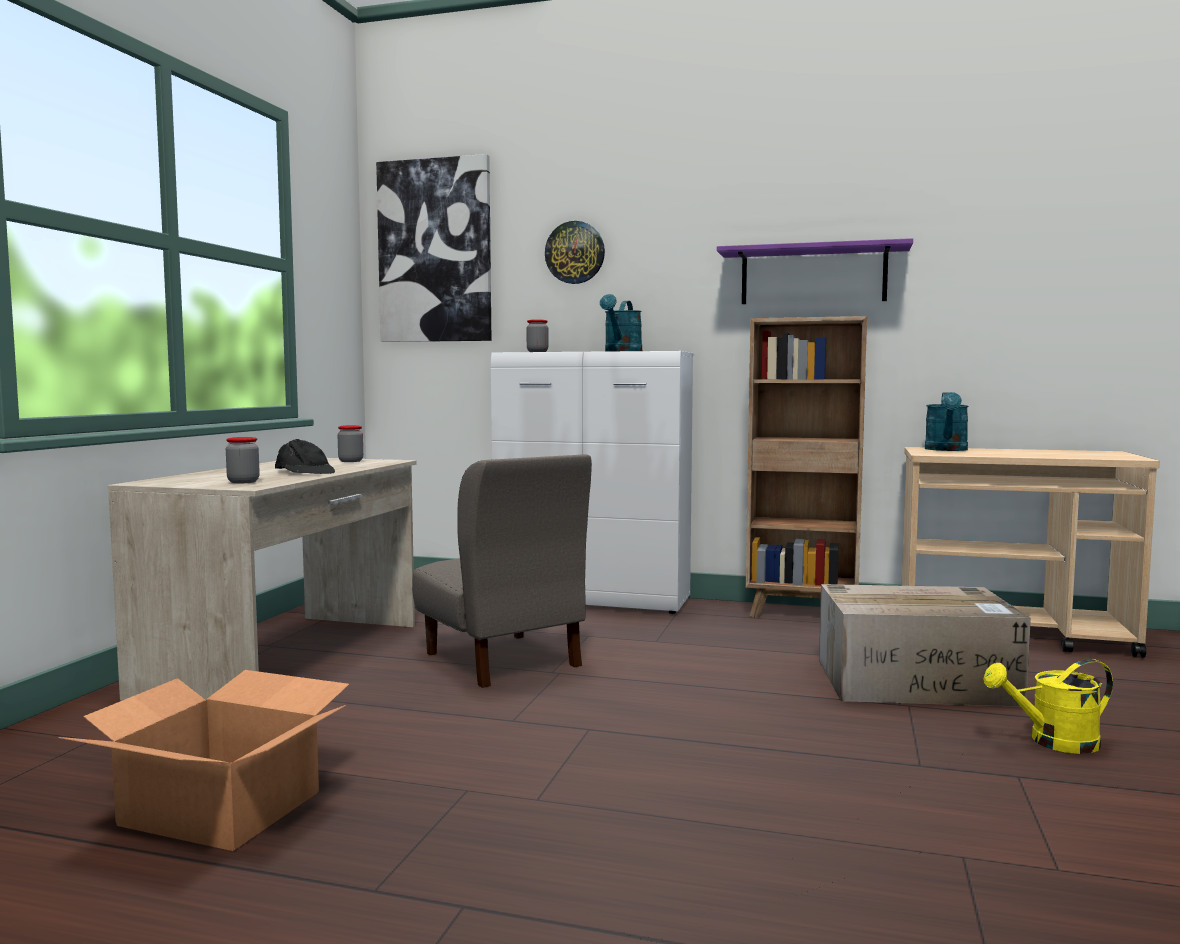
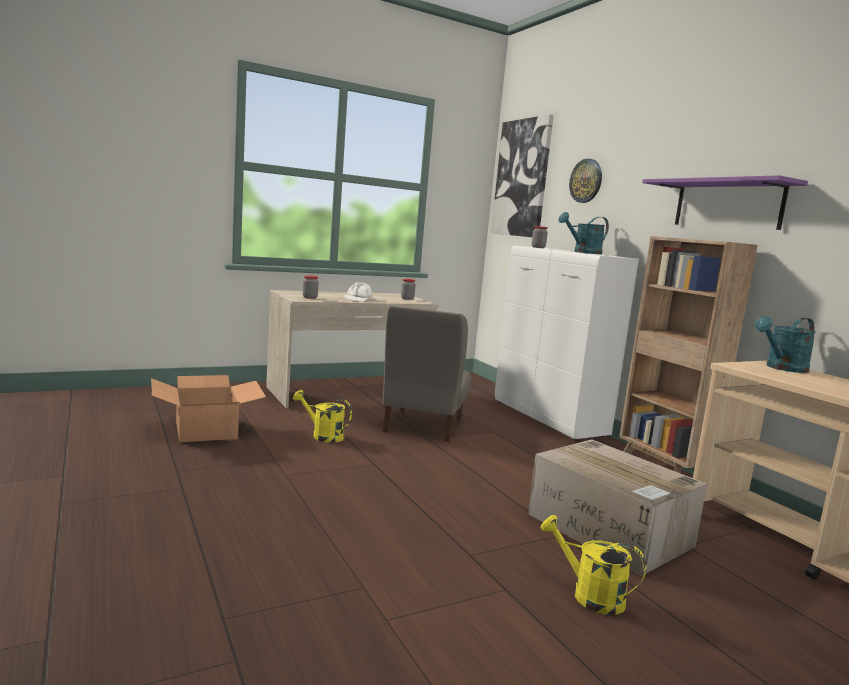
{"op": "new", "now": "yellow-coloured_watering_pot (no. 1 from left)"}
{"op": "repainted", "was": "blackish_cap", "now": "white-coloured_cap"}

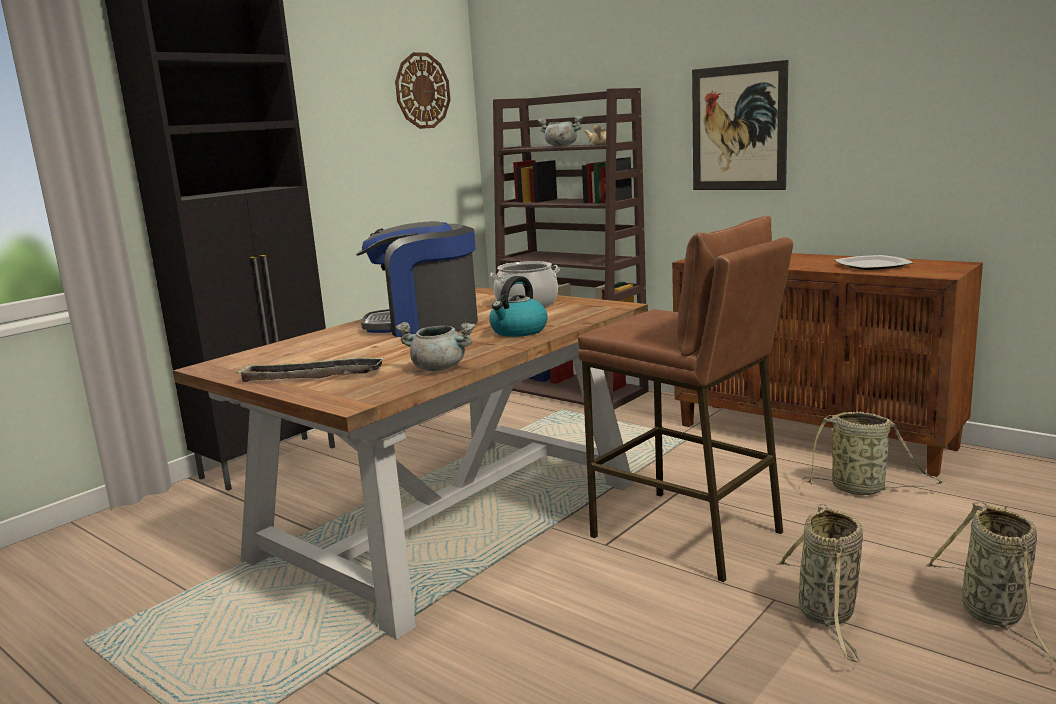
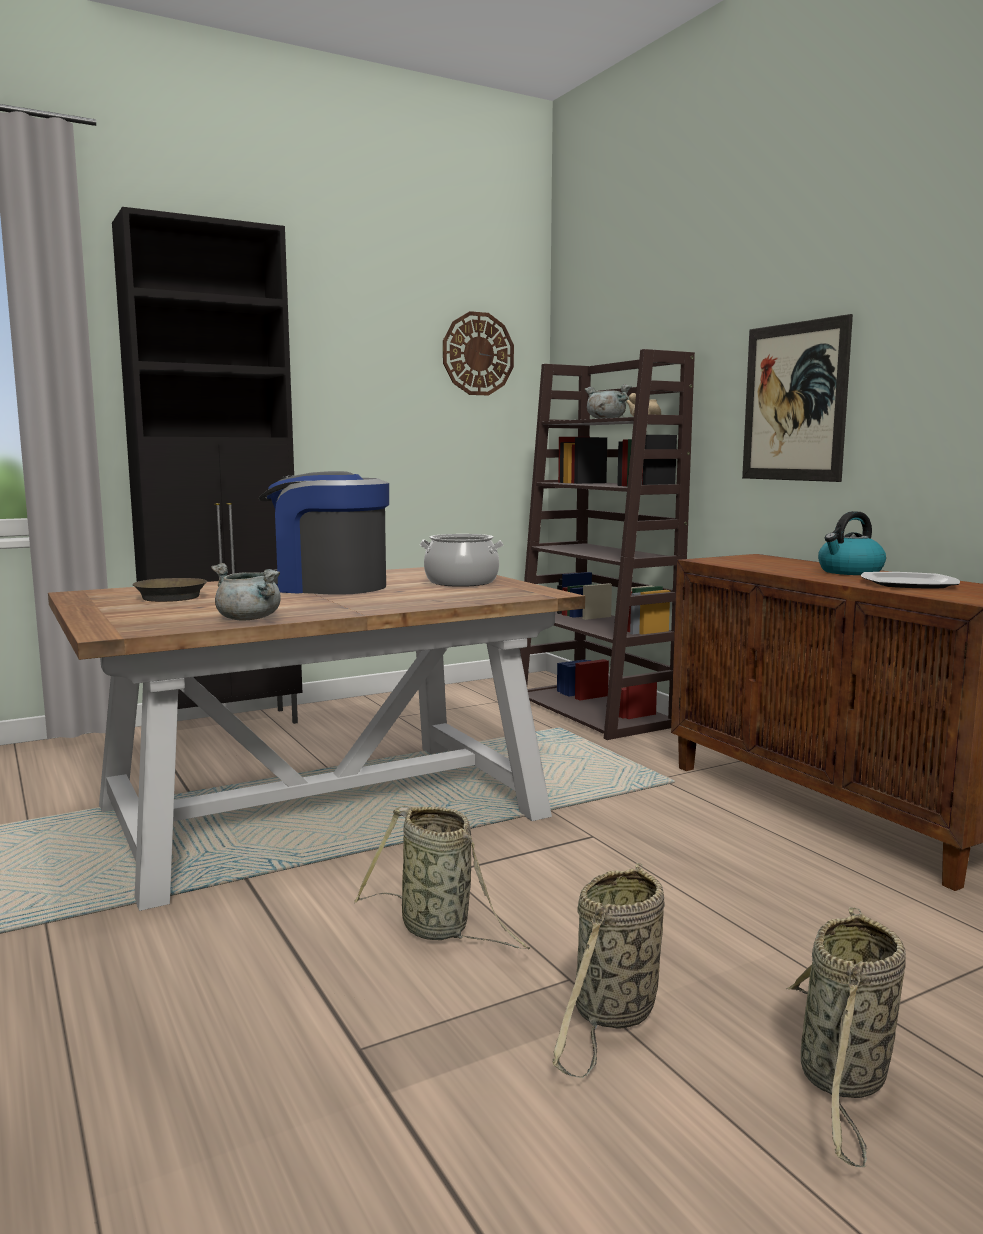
{"op": "gone", "was": "tray"}
{"op": "gone", "was": "brownish_stool_seat"}
{"op": "new", "now": "brownish_pan"}
{"op": "shifted", "was": "tea_kettle"}
{"op": "shifted", "was": "household_basket (no. 2 from left in the first image)", "now": "household_basket (no. 1 from left)"}

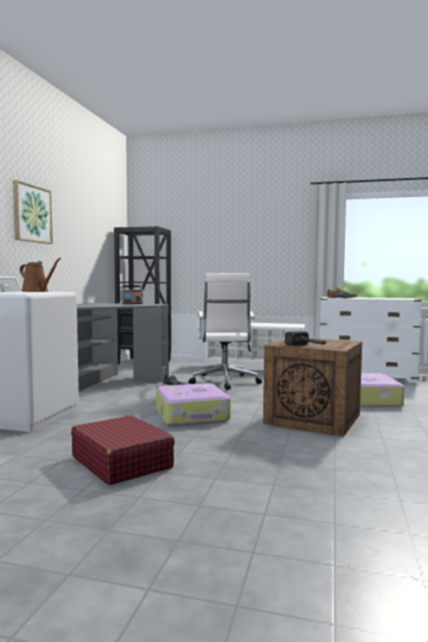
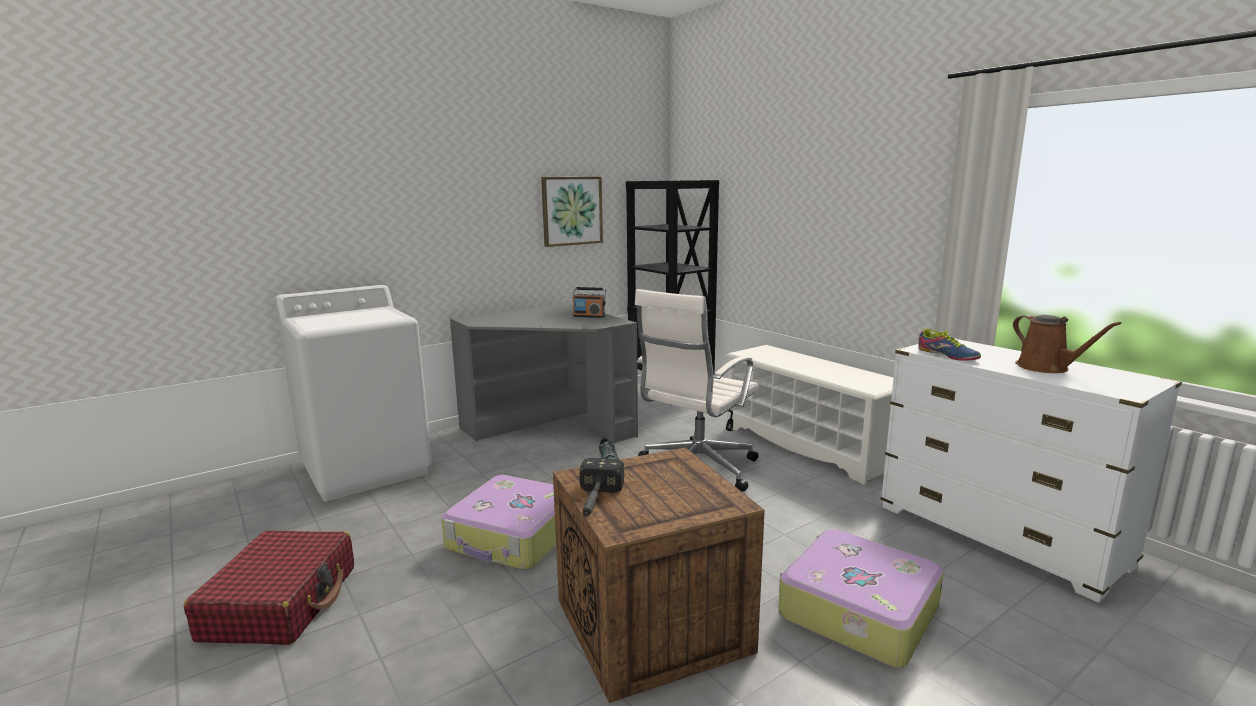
{"op": "shifted", "was": "wall_art"}
{"op": "shifted", "was": "brownish_watering_pot"}

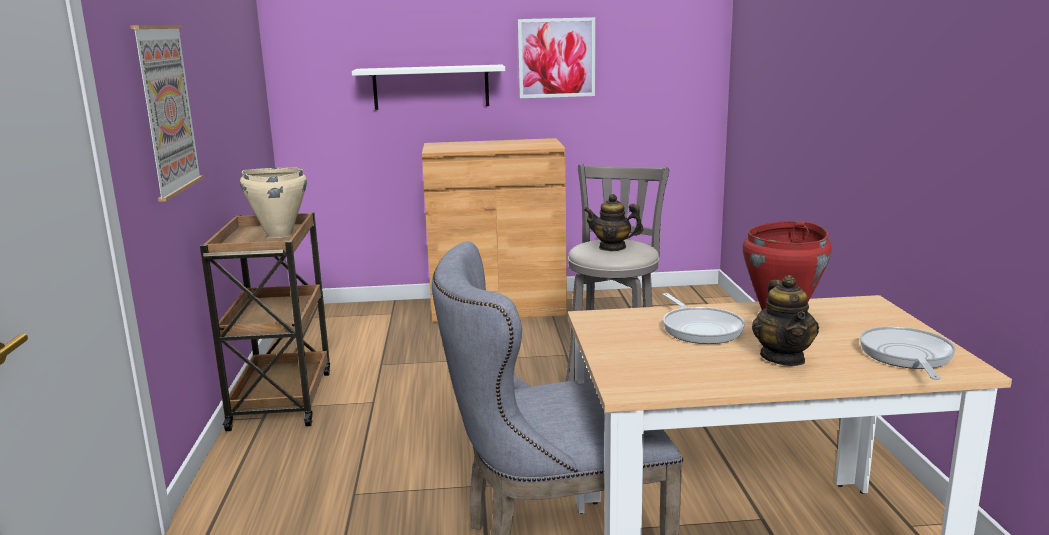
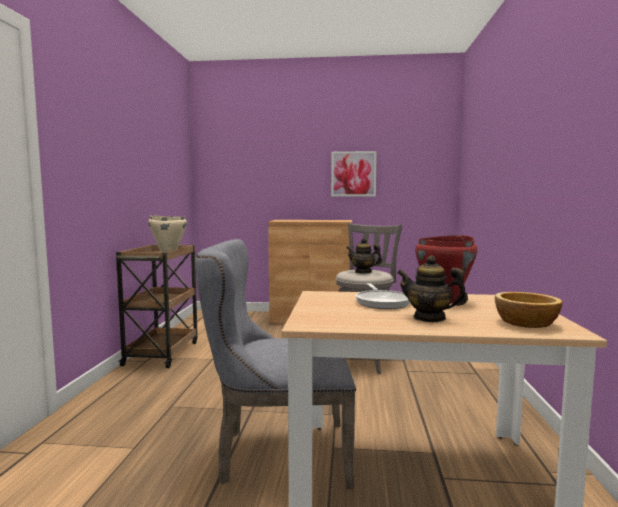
{"op": "gone", "was": "wall_art (no. 1 from left)"}
{"op": "gone", "was": "white-coloured_bracket_shelf"}
{"op": "swapped", "was": "pan (no. 2 from left)", "now": "serving_bowl"}
{"op": "rotated", "was": "tea_pot (no. 2 from left)", "clockwise": 105}

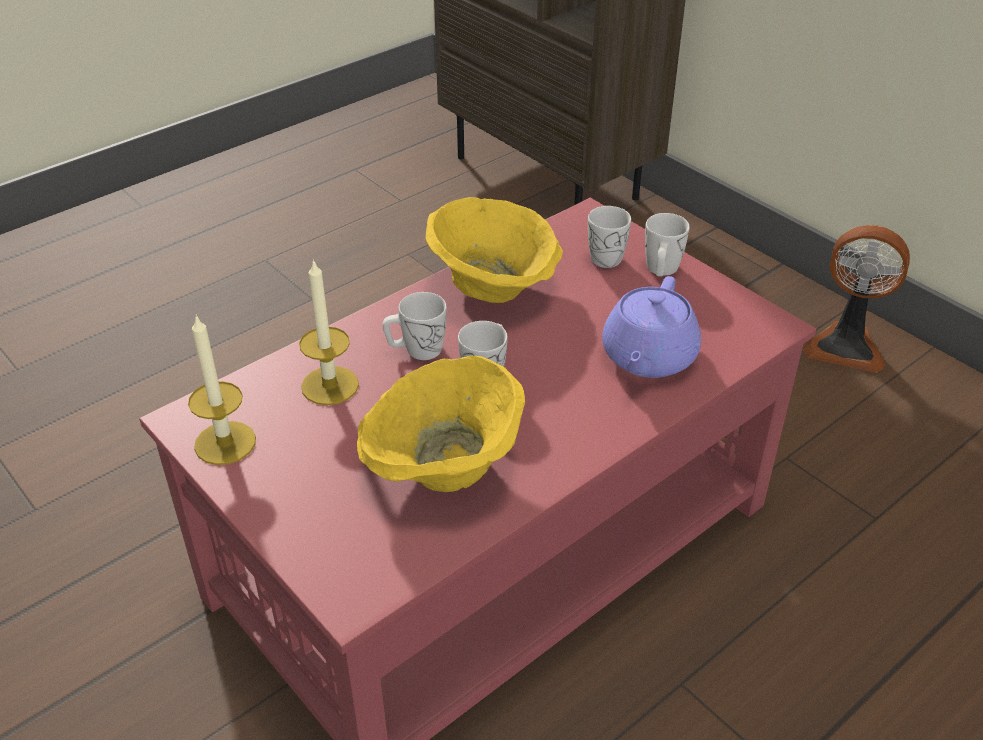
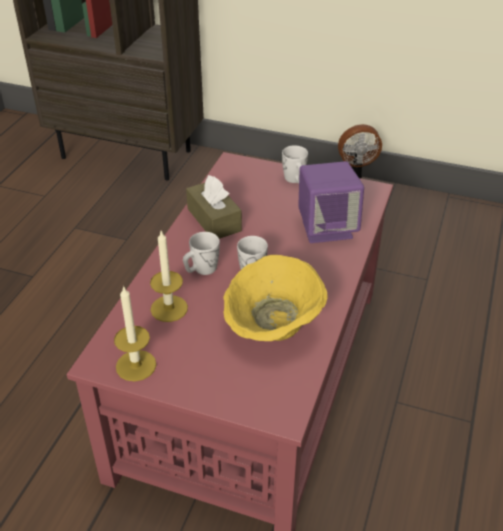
{"op": "gone", "was": "white-coloured_mug (no. 3 from left)"}
{"op": "swapped", "was": "yellow-coloured_serving_bowl (no. 2 from left)", "now": "brownish_tissue_box"}
{"op": "swapped", "was": "purple_tea_pot", "now": "purple_speaker"}

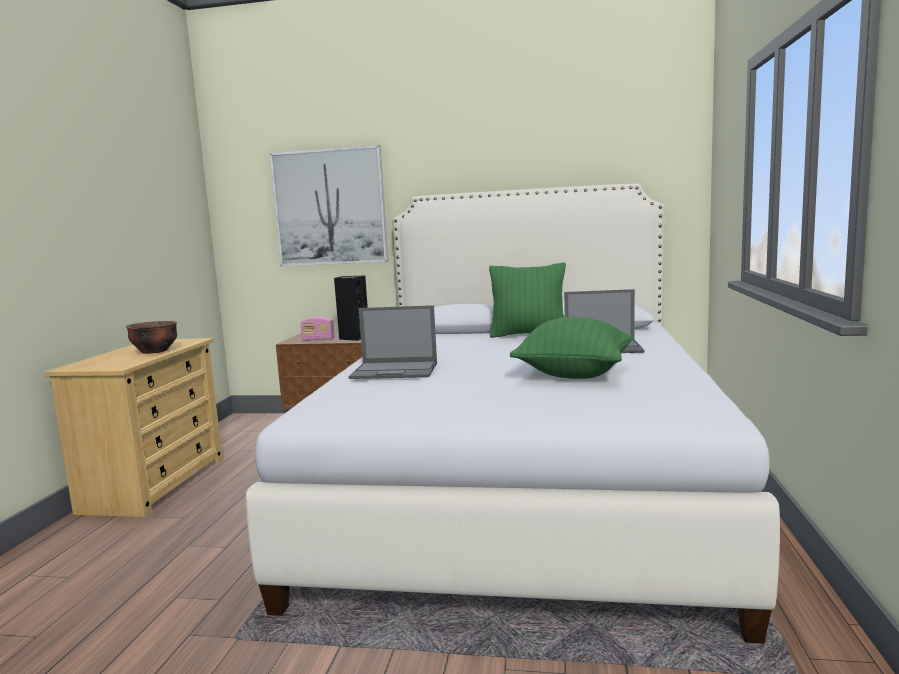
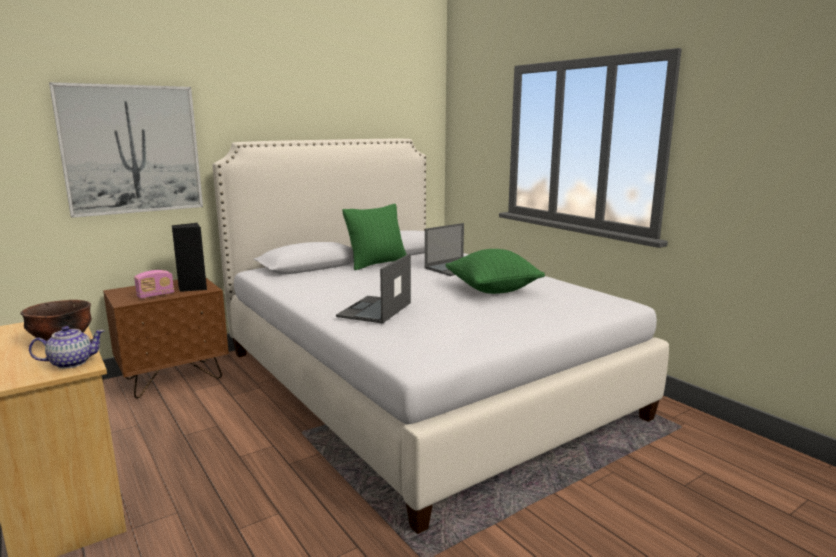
{"op": "new", "now": "tea_pot"}
{"op": "rotated", "was": "laptop (no. 1 from left)", "clockwise": 150}

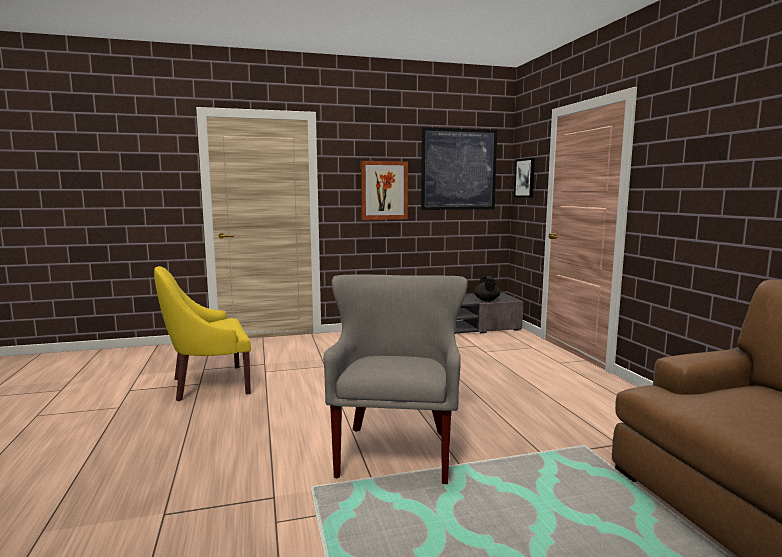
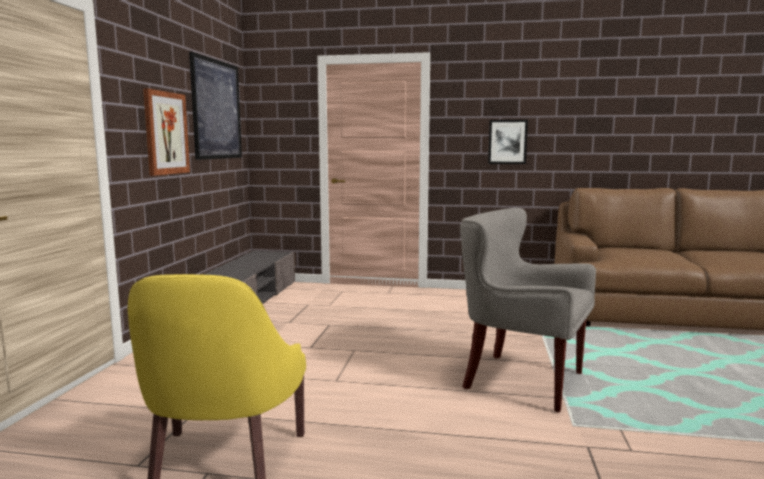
{"op": "gone", "was": "blackish_tea_pot"}
{"op": "shifted", "was": "wall_art (no. 3 from left)"}

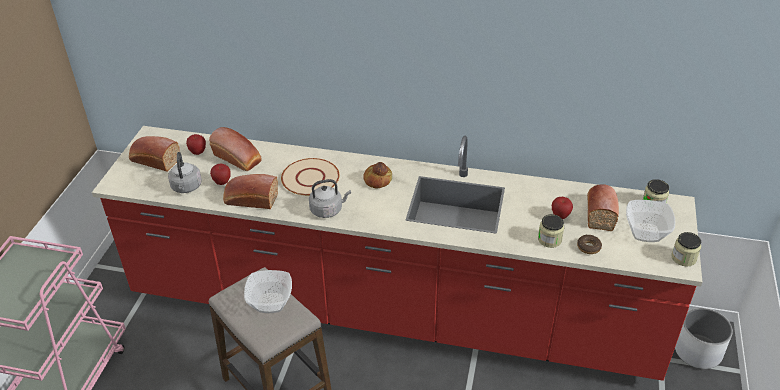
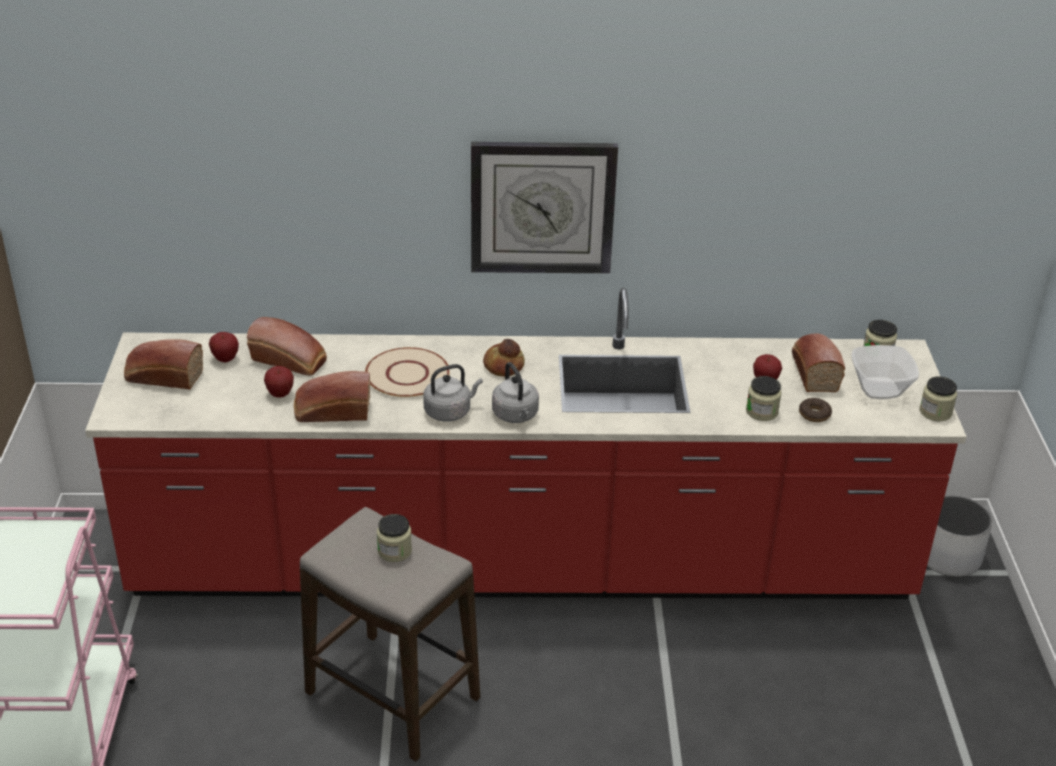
{"op": "new", "now": "clock_on_the_wall"}
{"op": "shifted", "was": "grey_tea_kettle (no. 1 from left in the first image)", "now": "grey_tea_kettle (no. 2 from left)"}
{"op": "swapped", "was": "serving_bowl (no. 1 from left)", "now": "storage_jar (no. 1 from left)"}

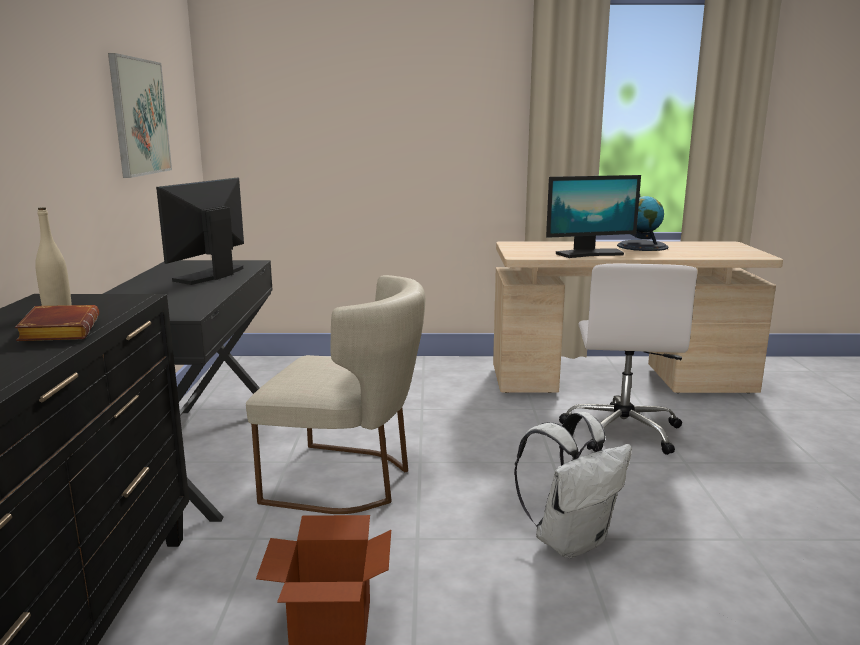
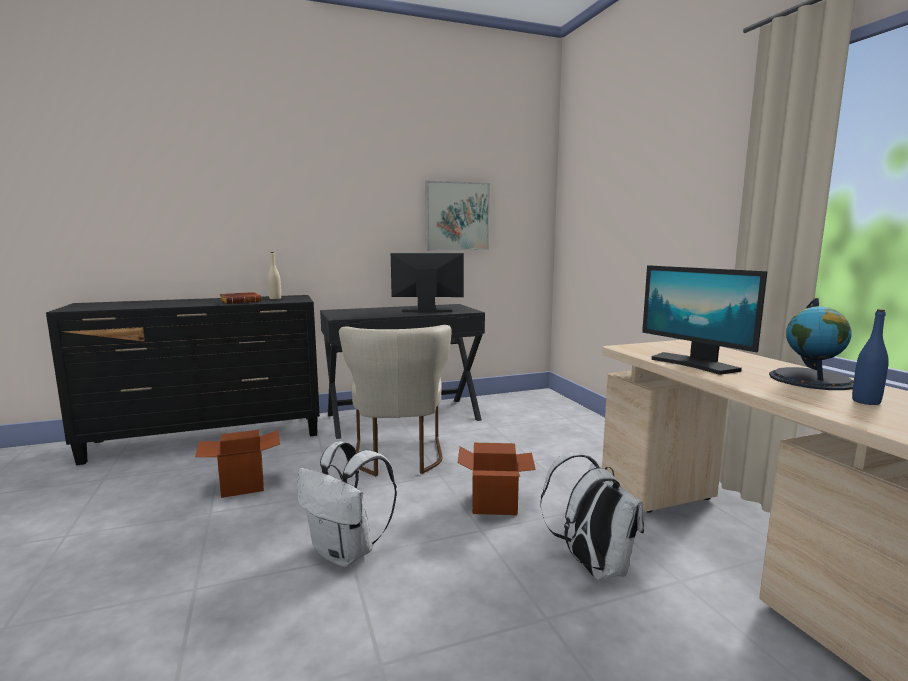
{"op": "new", "now": "carton (no. 2 from left)"}
{"op": "new", "now": "blue_bottle"}
{"op": "swapped", "was": "white-coloured_office_chair", "now": "white-coloured_backpack (no. 2 from left)"}

